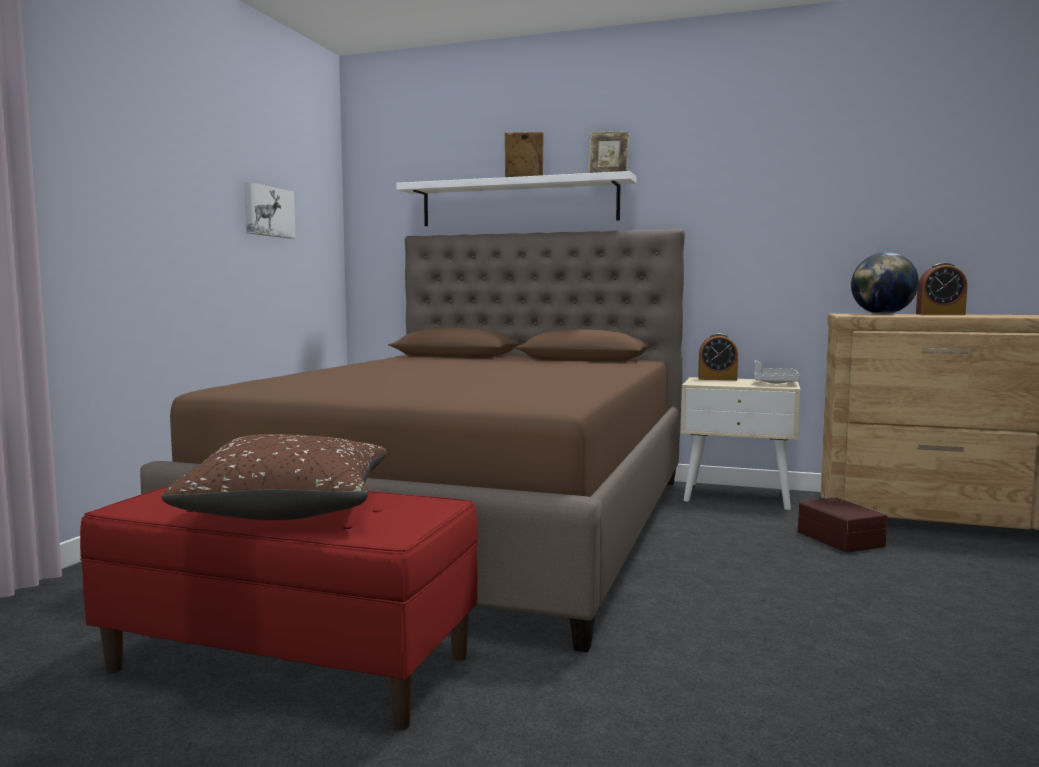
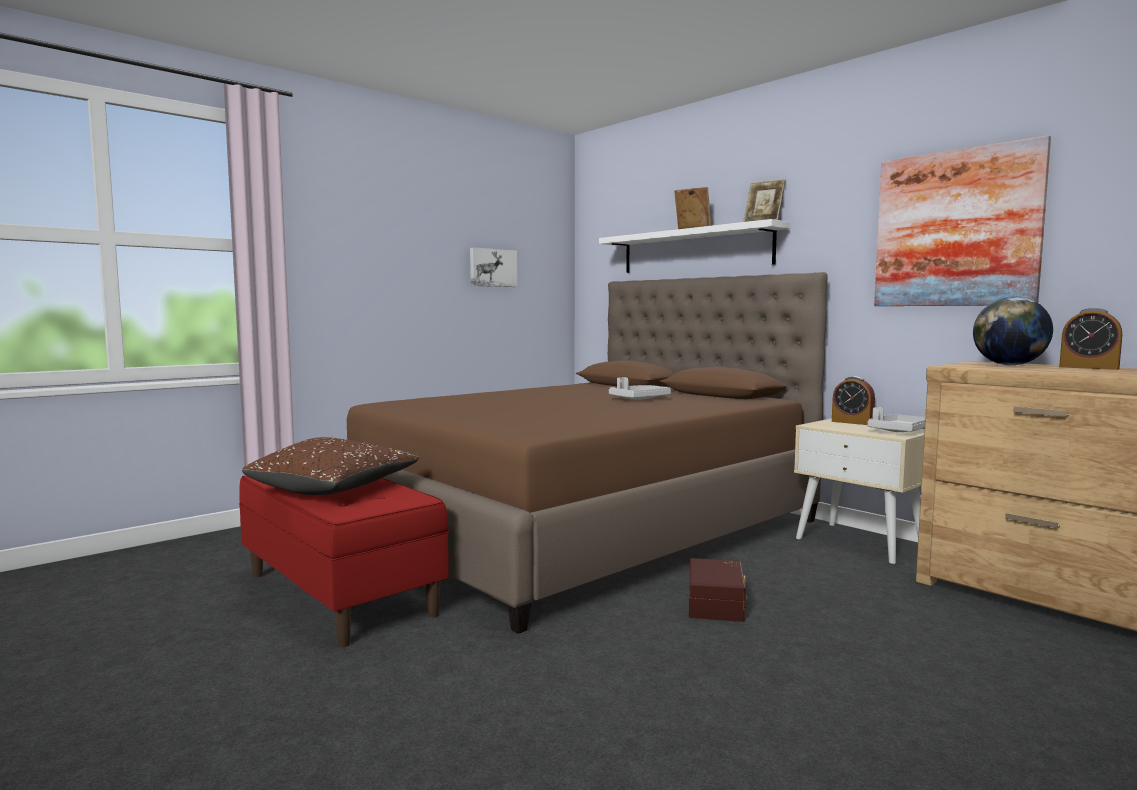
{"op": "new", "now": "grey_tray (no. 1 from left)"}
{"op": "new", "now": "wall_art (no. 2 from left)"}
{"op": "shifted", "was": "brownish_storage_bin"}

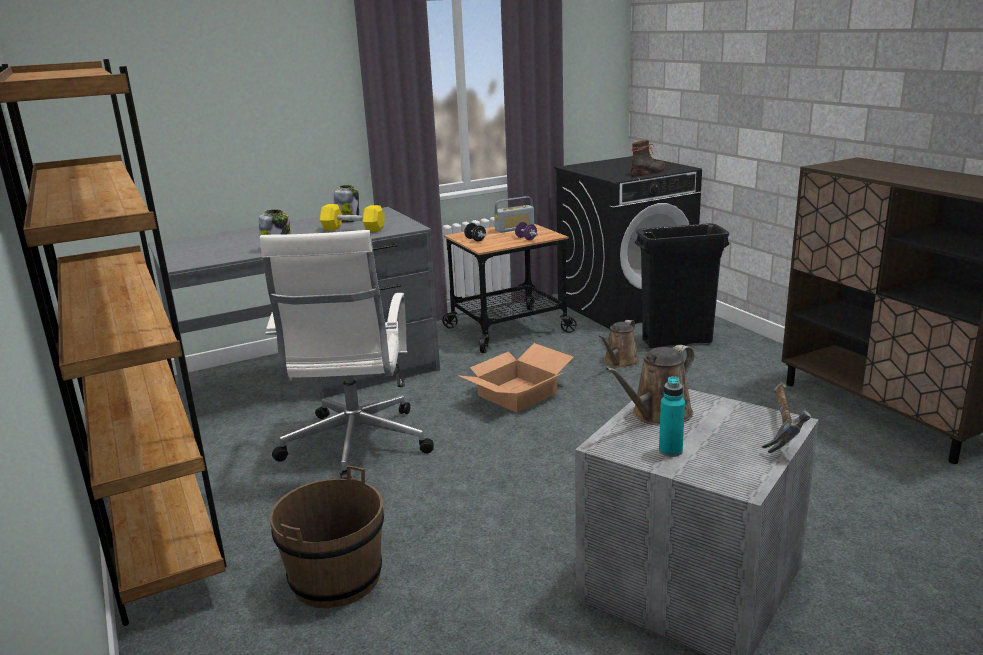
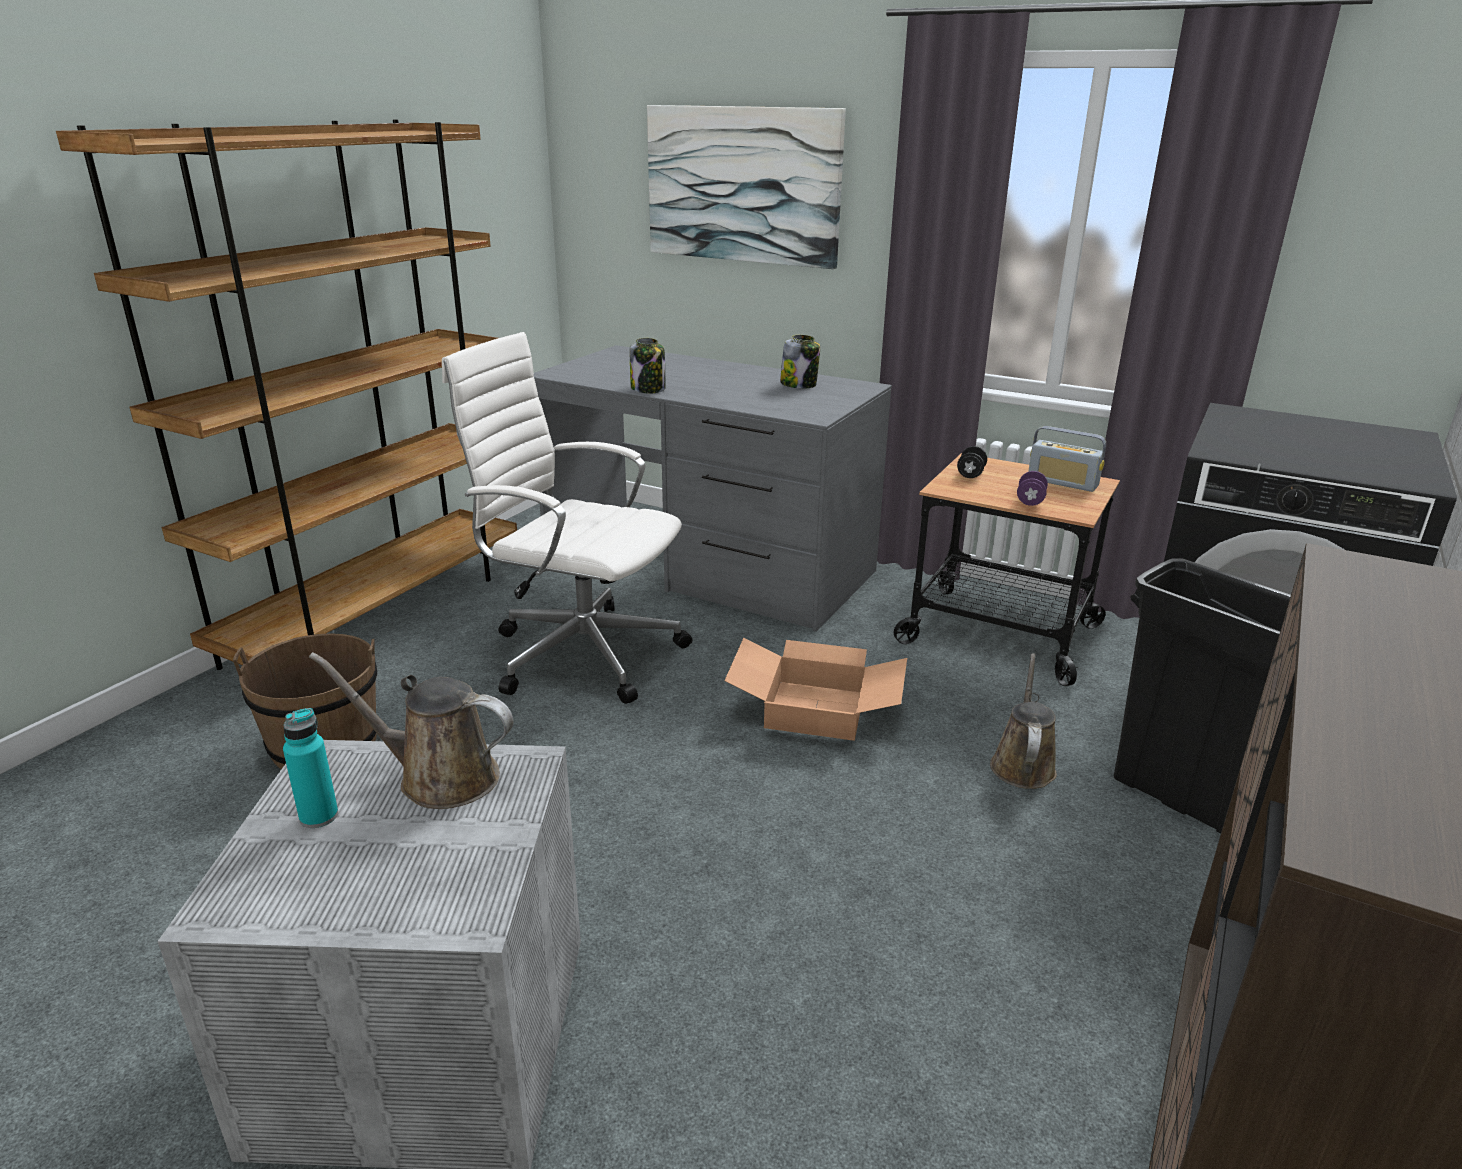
{"op": "gone", "was": "yellow-coloured_hand_weight"}
{"op": "gone", "was": "tall_boot"}
{"op": "gone", "was": "tool_hammer"}
{"op": "new", "now": "wall_art"}
{"op": "rotated", "was": "white-coloured_office_chair", "clockwise": 60}
{"op": "rotated", "was": "brownish_watering_pot (no. 1 from left in the first image)", "clockwise": 105}

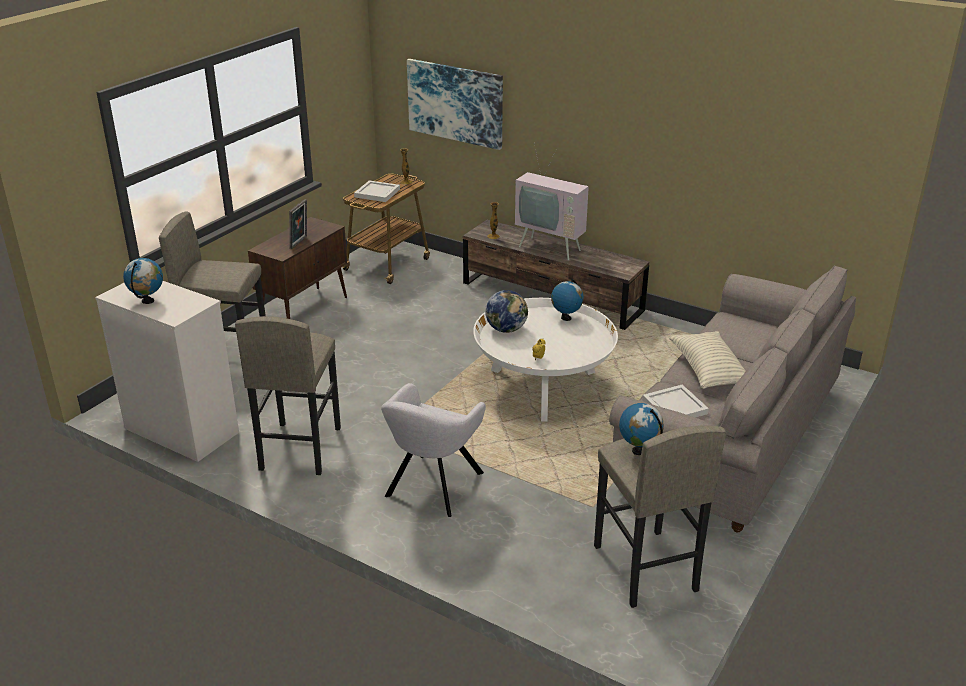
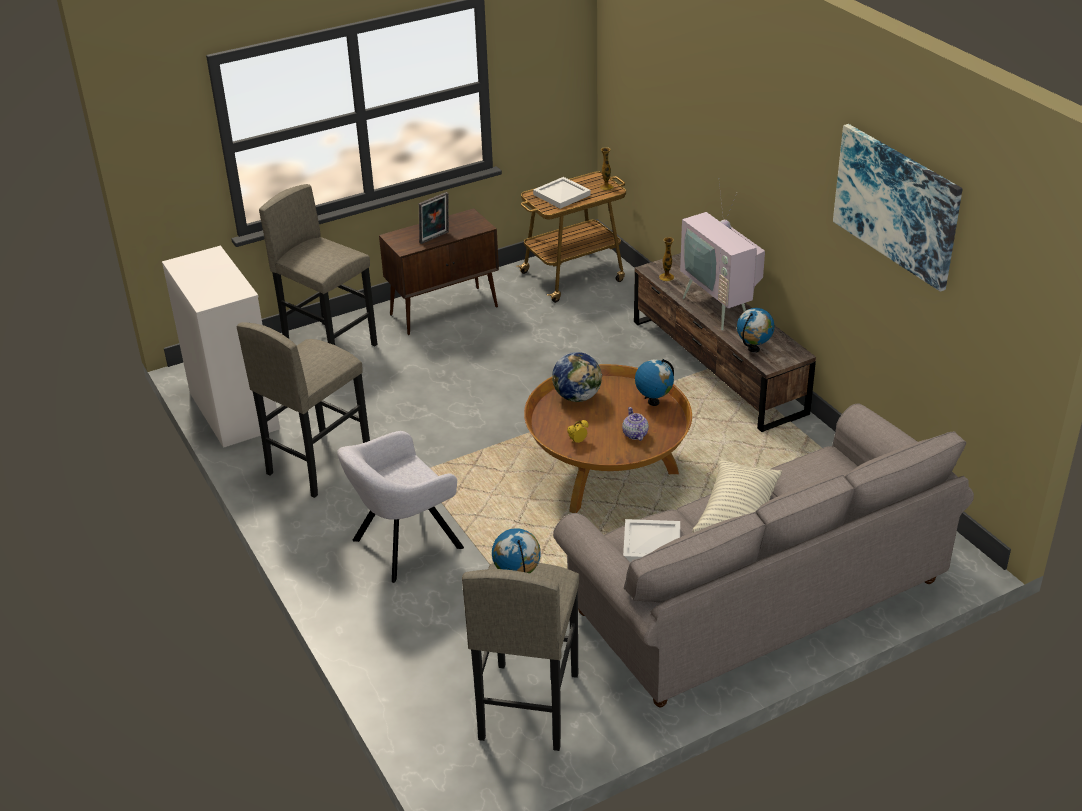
{"op": "new", "now": "tea_pot"}
{"op": "shifted", "was": "globe (no. 1 from left in the first image)", "now": "globe (no. 4 from left)"}
{"op": "shifted", "was": "wall_art"}
{"op": "repainted", "was": "white-coloured_coffee_table", "now": "brownish_coffee_table"}

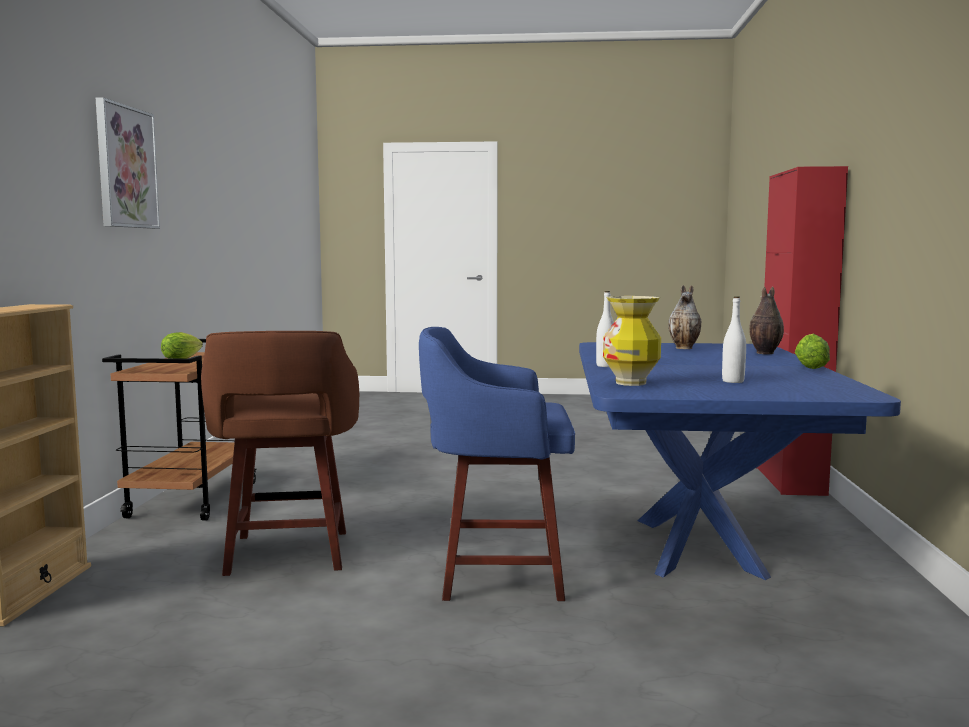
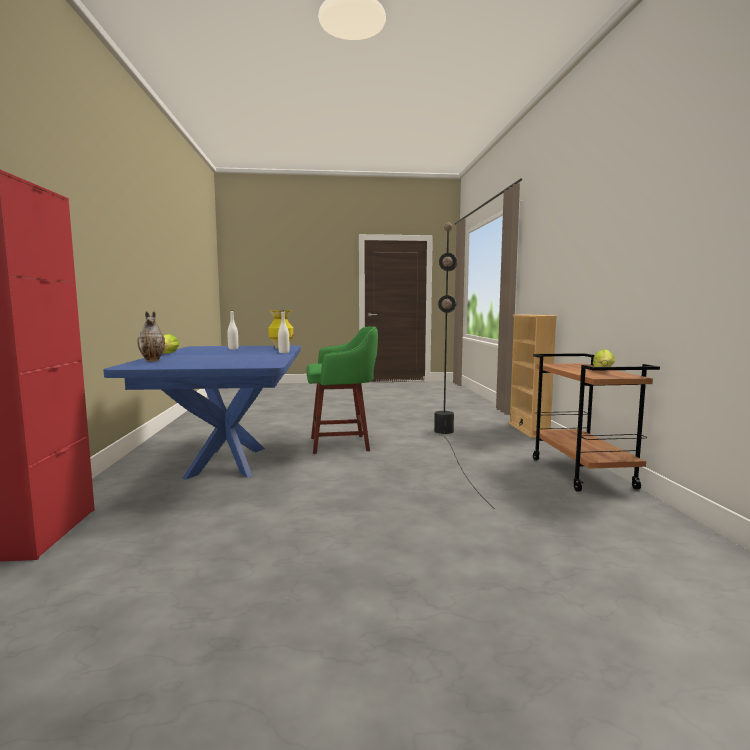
{"op": "gone", "was": "wall_art"}
{"op": "gone", "was": "vase (no. 2 from left)"}
{"op": "swapped", "was": "brownish_stool_seat", "now": "blackish_floor_lamp"}
{"op": "repainted", "was": "blue_stool_seat", "now": "green_stool_seat"}

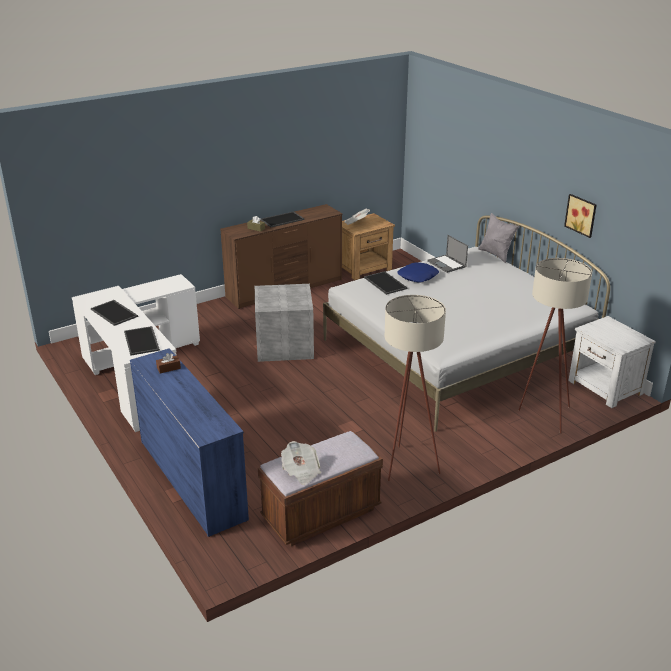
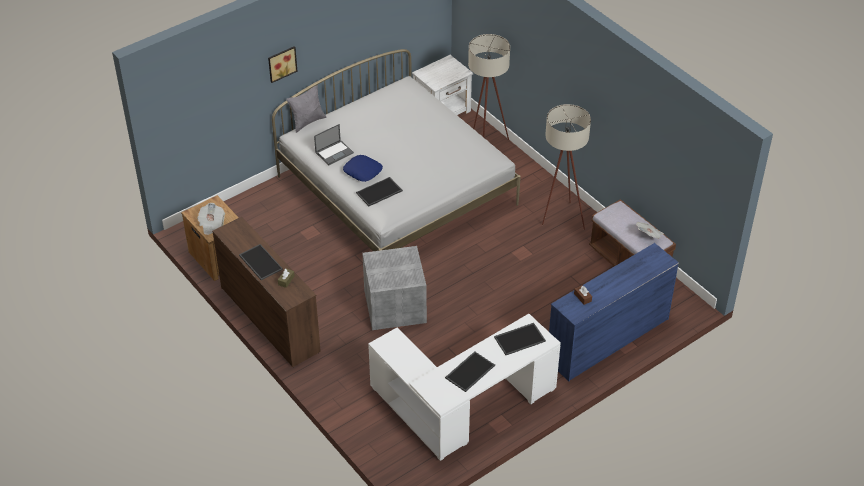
{"op": "shifted", "was": "wall_art"}

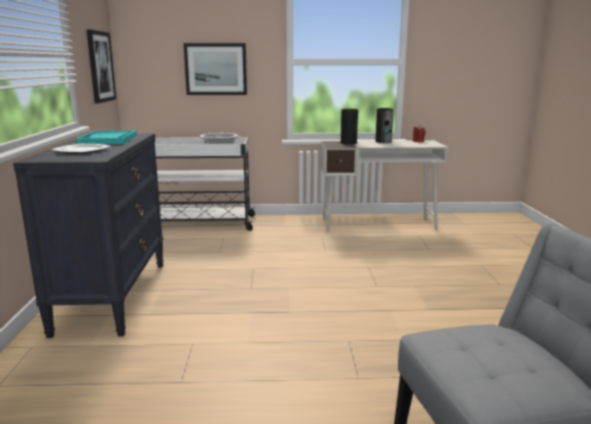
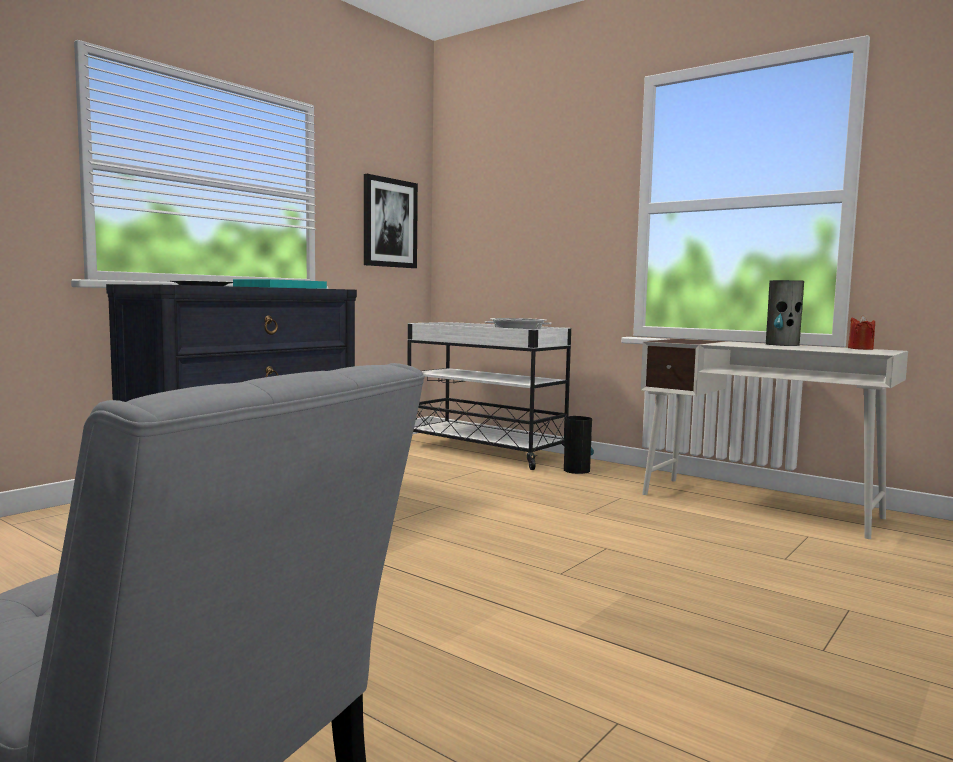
{"op": "gone", "was": "wall_art (no. 2 from left)"}
{"op": "shifted", "was": "vase (no. 1 from left)"}

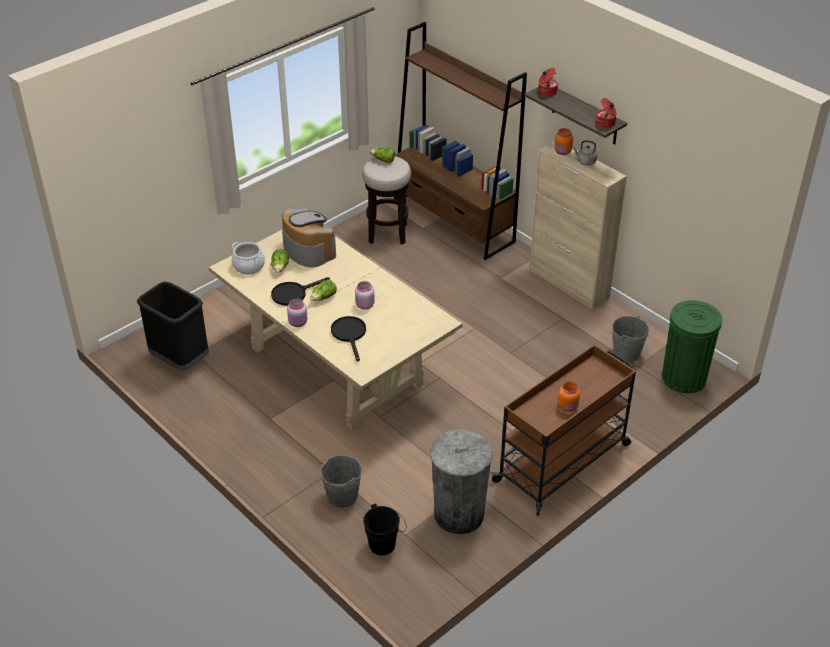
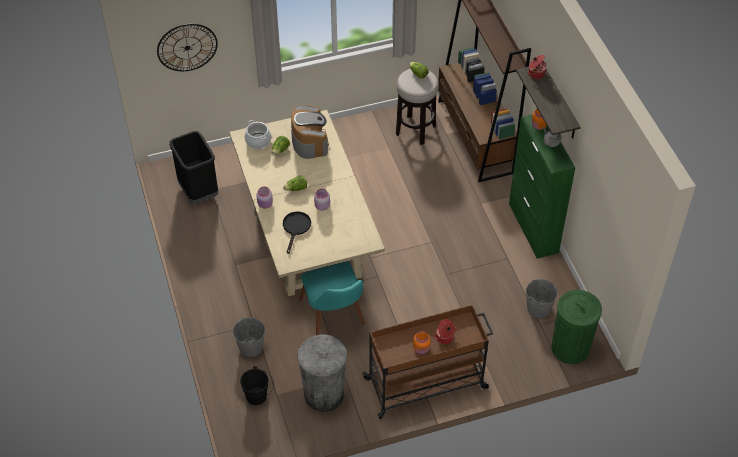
{"op": "gone", "was": "blackish_pan (no. 1 from left)"}
{"op": "new", "now": "clock_on_the_wall"}
{"op": "new", "now": "blue-green_chair"}
{"op": "shifted", "was": "stockpot (no. 3 from left in the first image)", "now": "stockpot (no. 2 from left)"}
{"op": "repainted", "was": "sand-coloured_cupboard", "now": "green_cupboard"}

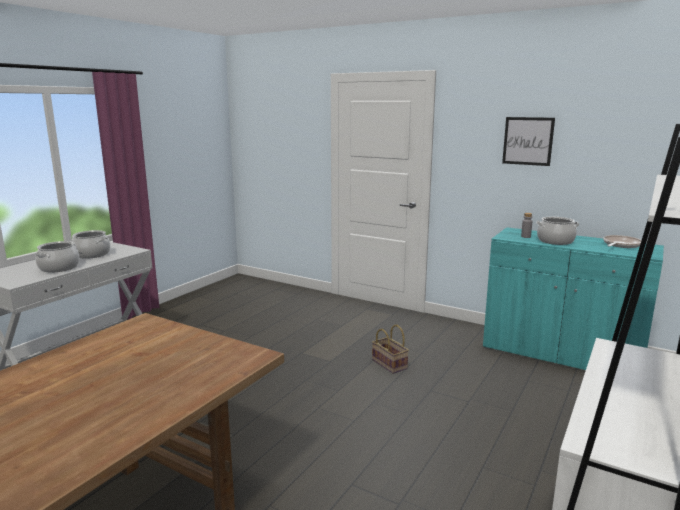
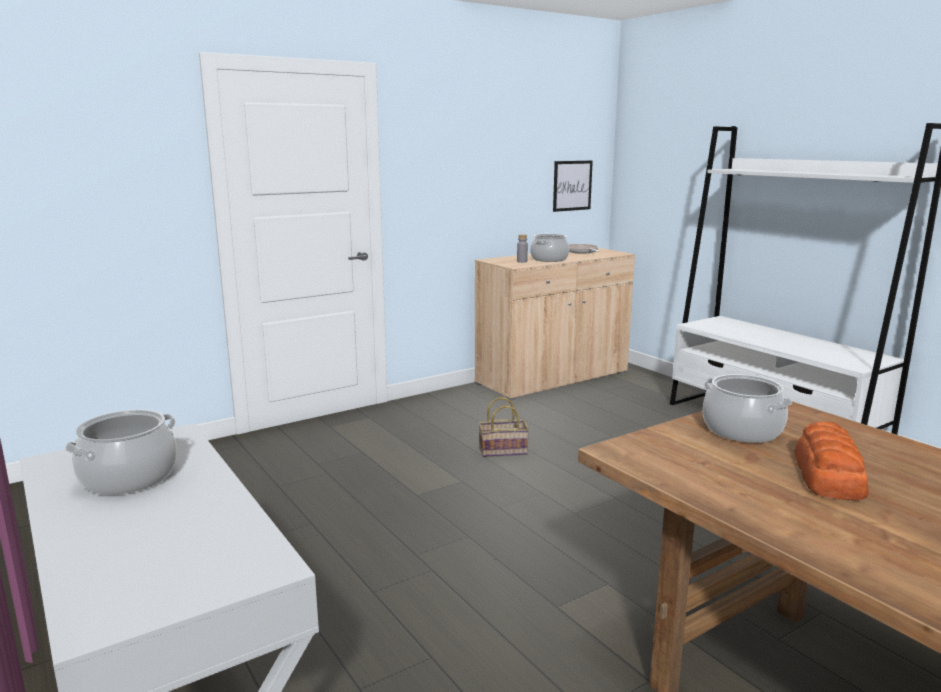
{"op": "new", "now": "baked_bread"}
{"op": "shifted", "was": "stockpot (no. 1 from left in the first image)", "now": "stockpot (no. 3 from left)"}
{"op": "shifted", "was": "wall_art"}
{"op": "repainted", "was": "blue-green_cupboard", "now": "sand-coloured_cupboard"}

